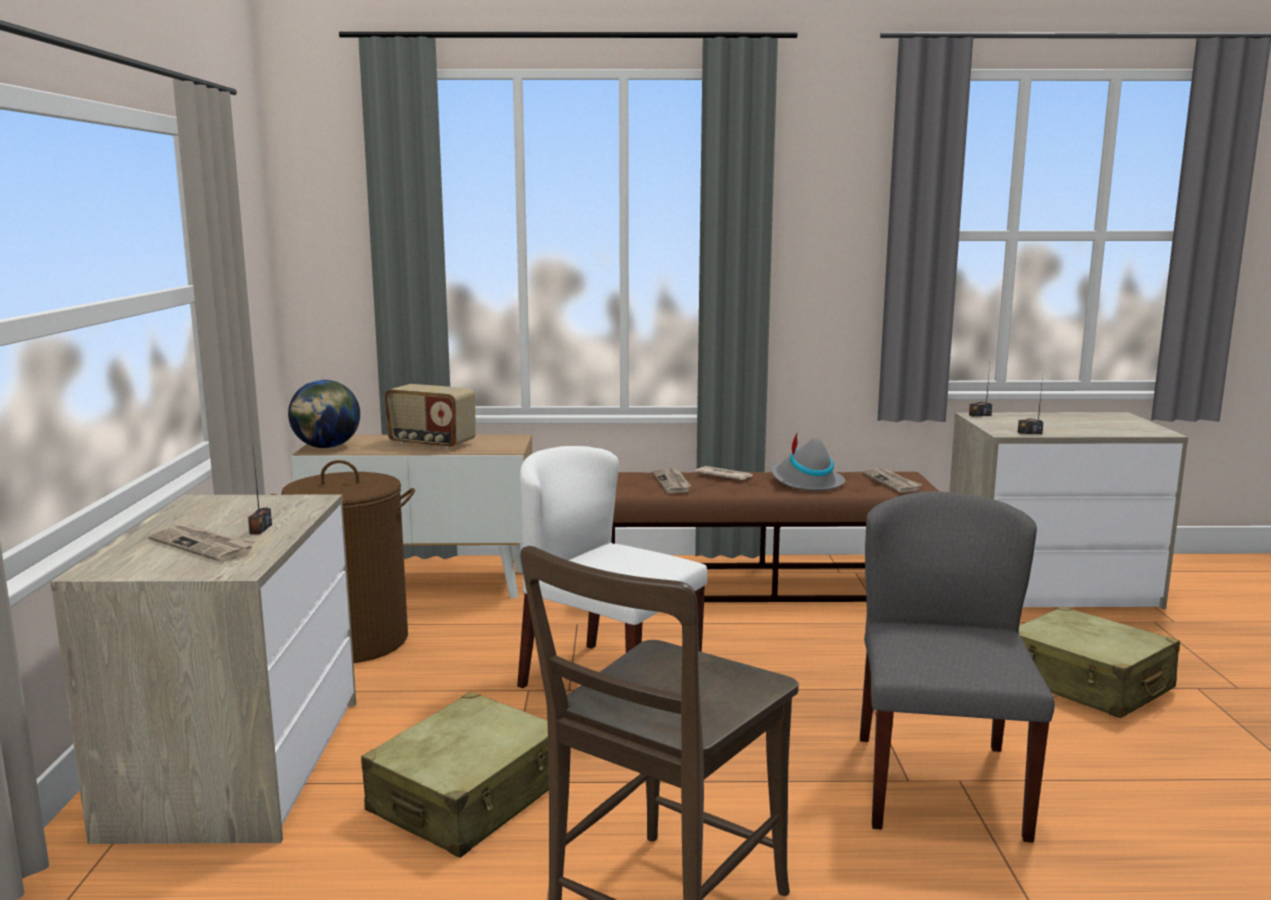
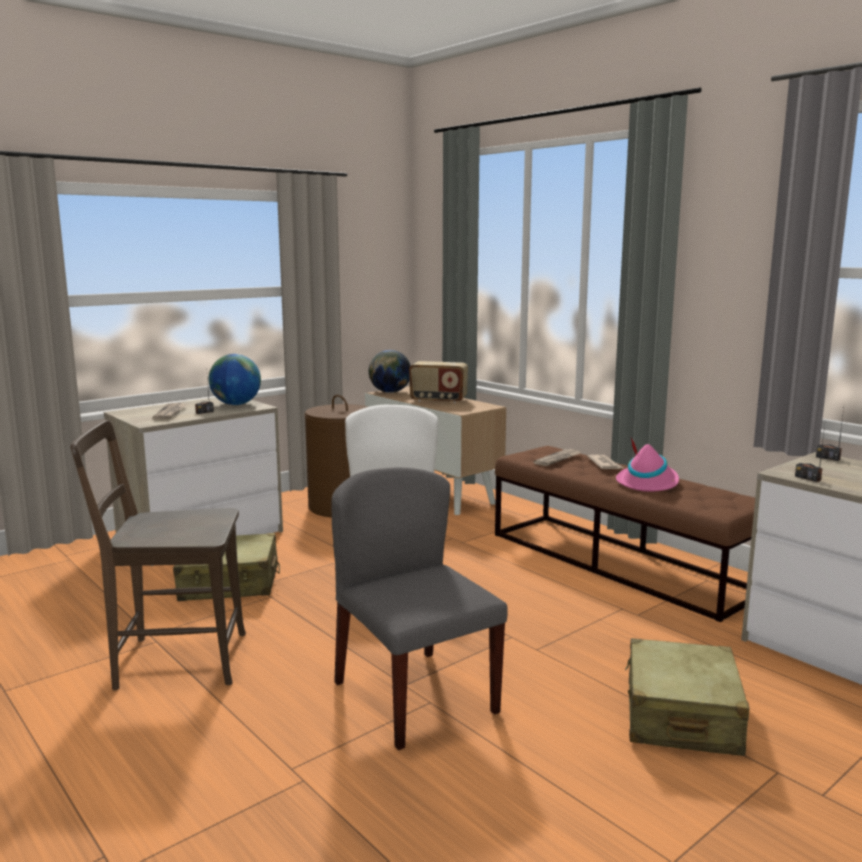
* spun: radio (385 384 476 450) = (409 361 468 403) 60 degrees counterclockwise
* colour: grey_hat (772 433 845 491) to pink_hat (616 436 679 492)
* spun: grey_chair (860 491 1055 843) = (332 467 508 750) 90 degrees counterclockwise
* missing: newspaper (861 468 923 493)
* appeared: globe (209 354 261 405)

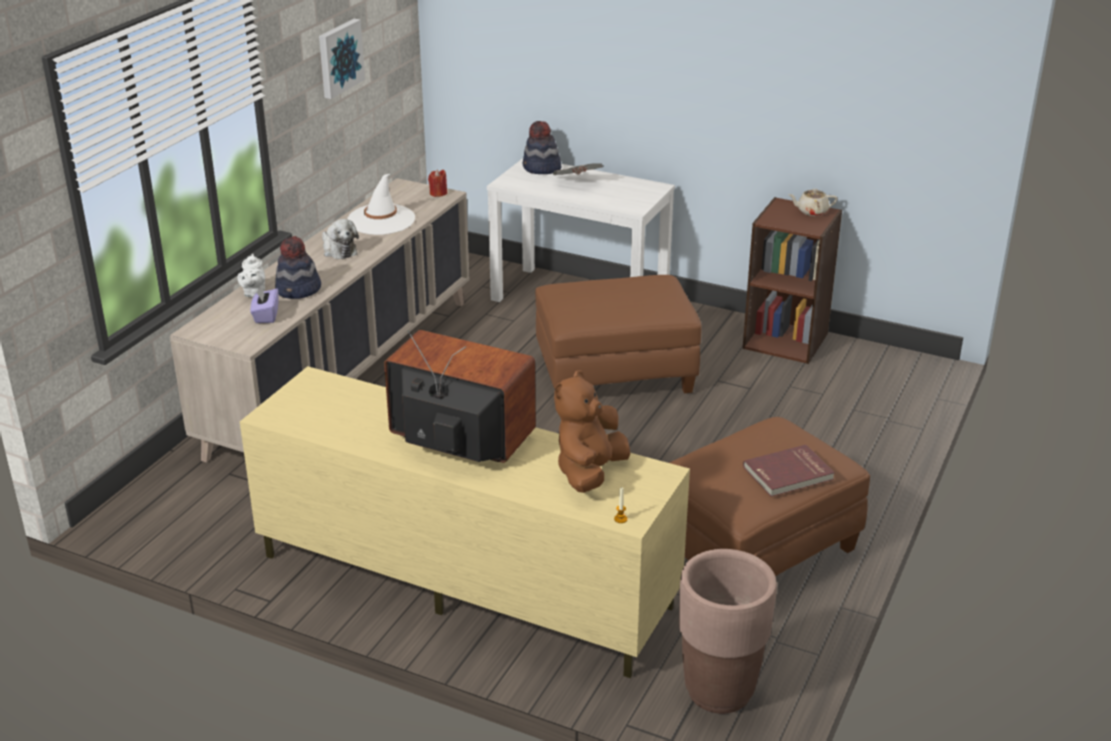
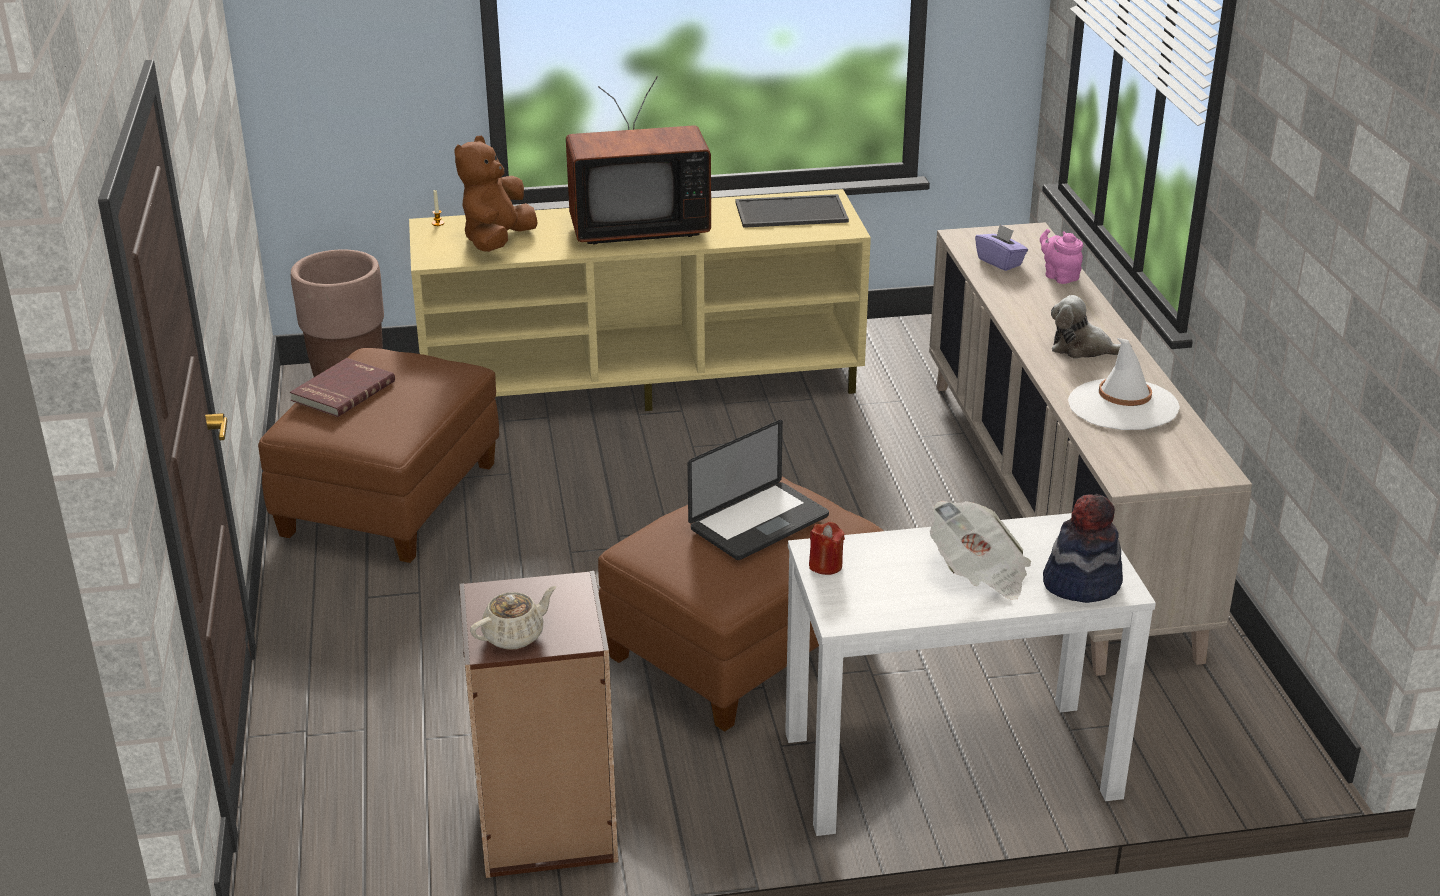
* colour: white_teapot (237 254 265 297) to pink_teapot (1040 229 1083 284)
* missing: hat (275 236 321 299)
* missing: picture (319 19 365 99)
* relocated: red_candle (428 169 447 197) to (809 522 845 575)
* spun: brown_plush_toy (554 370 631 493) = (455 136 537 252) 150 degrees counterclockwise
* appeared: laptop (687 420 829 560)
* appeared: tray (735 194 849 228)

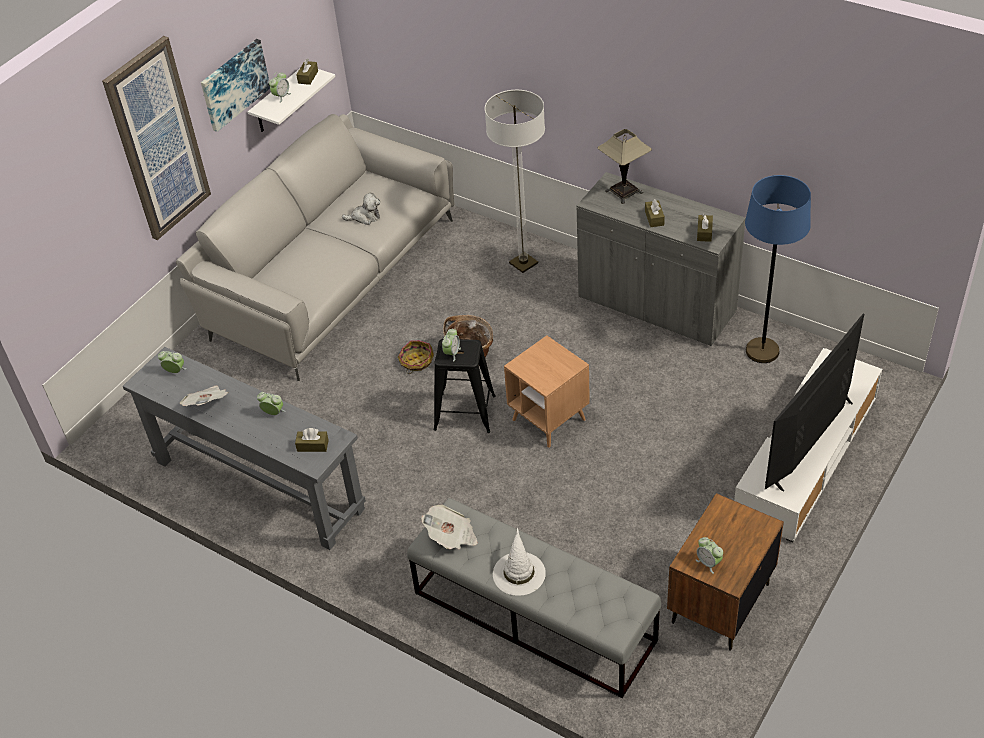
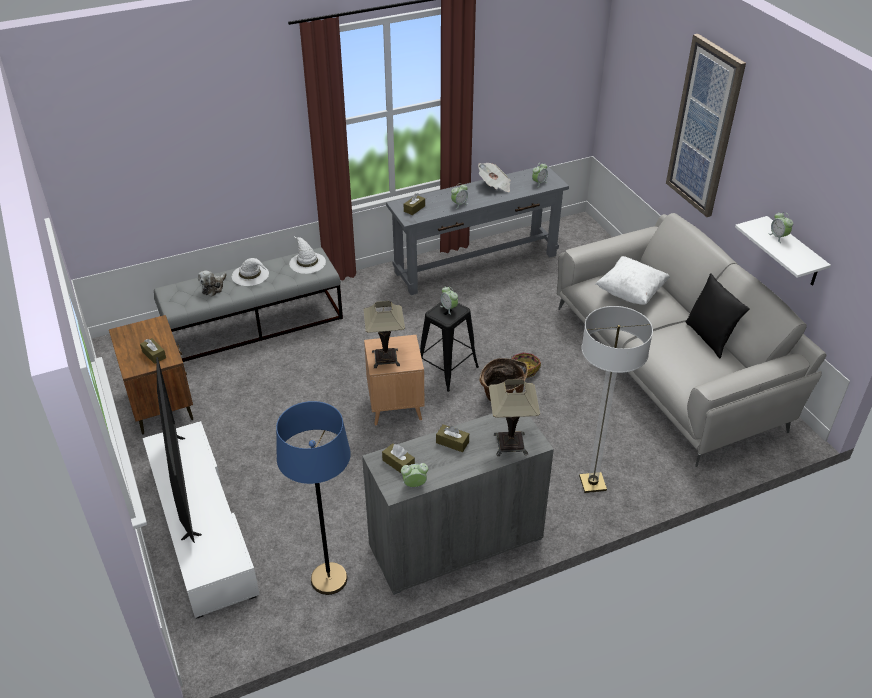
* missing: picture (201 39 270 132)
* relocated: brown_tissue_box (296 58 318 85) to (140 338 166 364)
* relocated: plush_toy (342 193 380 225) to (198 270 227 296)
* exchanged: newspaper (421 505 478 549) to white_hat (289 236 326 274)
* relocated: alarm_clock (696 537 723 574) to (401 463 428 487)
* appeared: table_lamp (363 301 405 368)
* appeared: white_pillow (595 256 670 305)
* appeared: black_pillow (686 273 750 358)

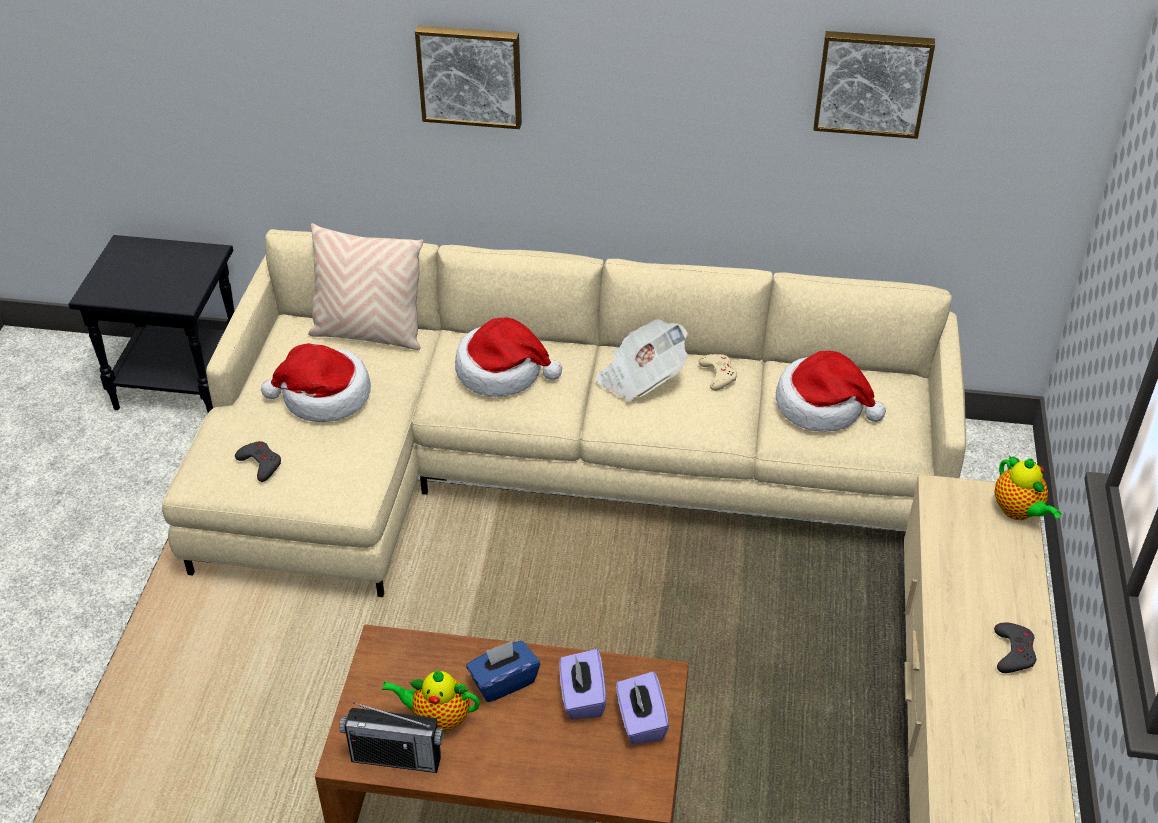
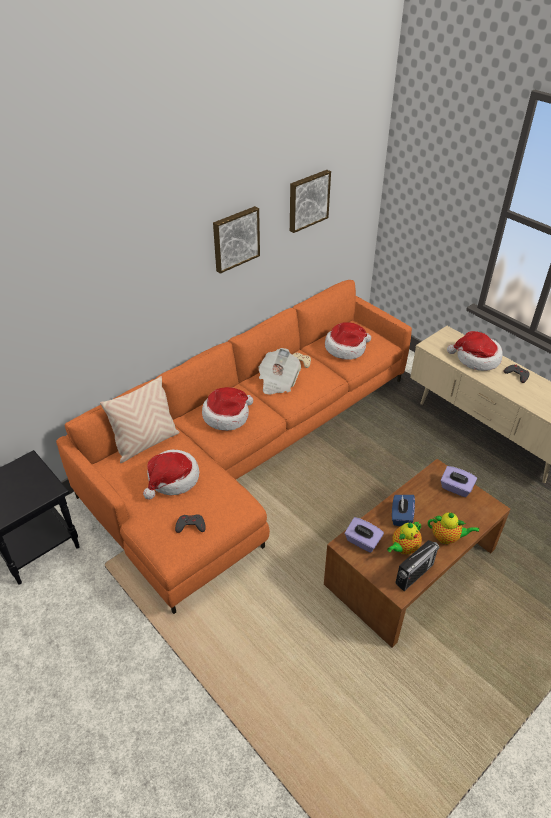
* colour: beige_sofa (162 229 966 597) to orange_sofa (56 280 412 614)
* relocated: picture (415 26 522 129) to (213 206 260 274)
* relocated: purple_tissue_box (559 649 606 719) to (345 517 384 553)
* relocated: teapot (995 455 1061 520) to (428 512 479 544)
* appeared: hat (447 331 503 371)

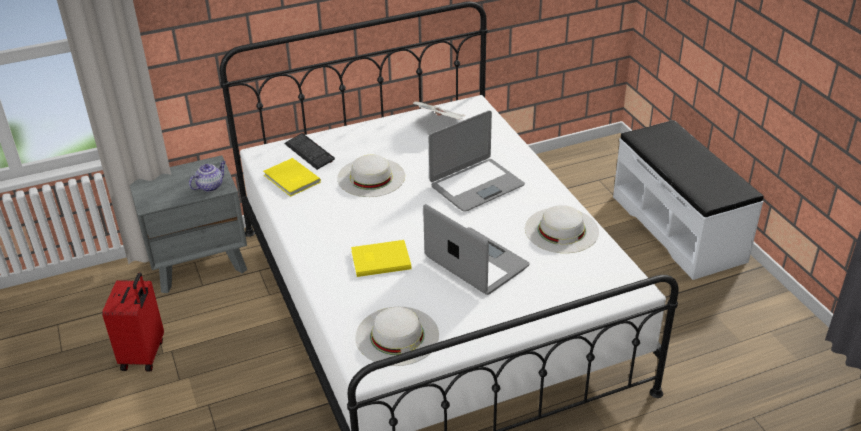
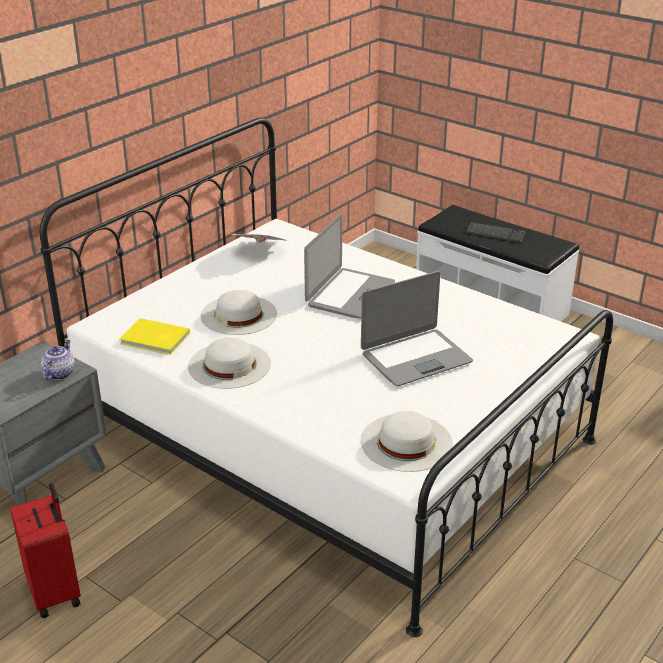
* relocated: keyboard (284 133 335 170) to (465 221 527 244)
* missing: yellow_book (351 240 412 277)
* spun: laptop (423 204 530 295) = (361 271 473 386) 135 degrees clockwise
* relocated: white_hat (525 205 599 253) to (188 338 271 389)

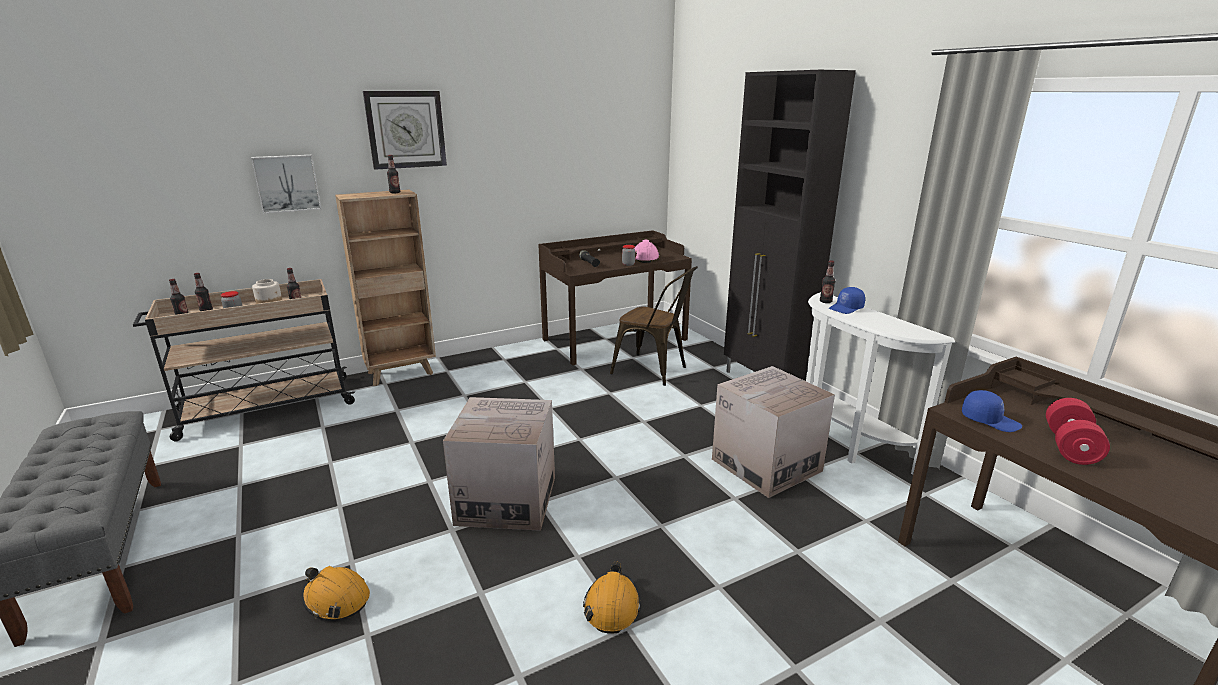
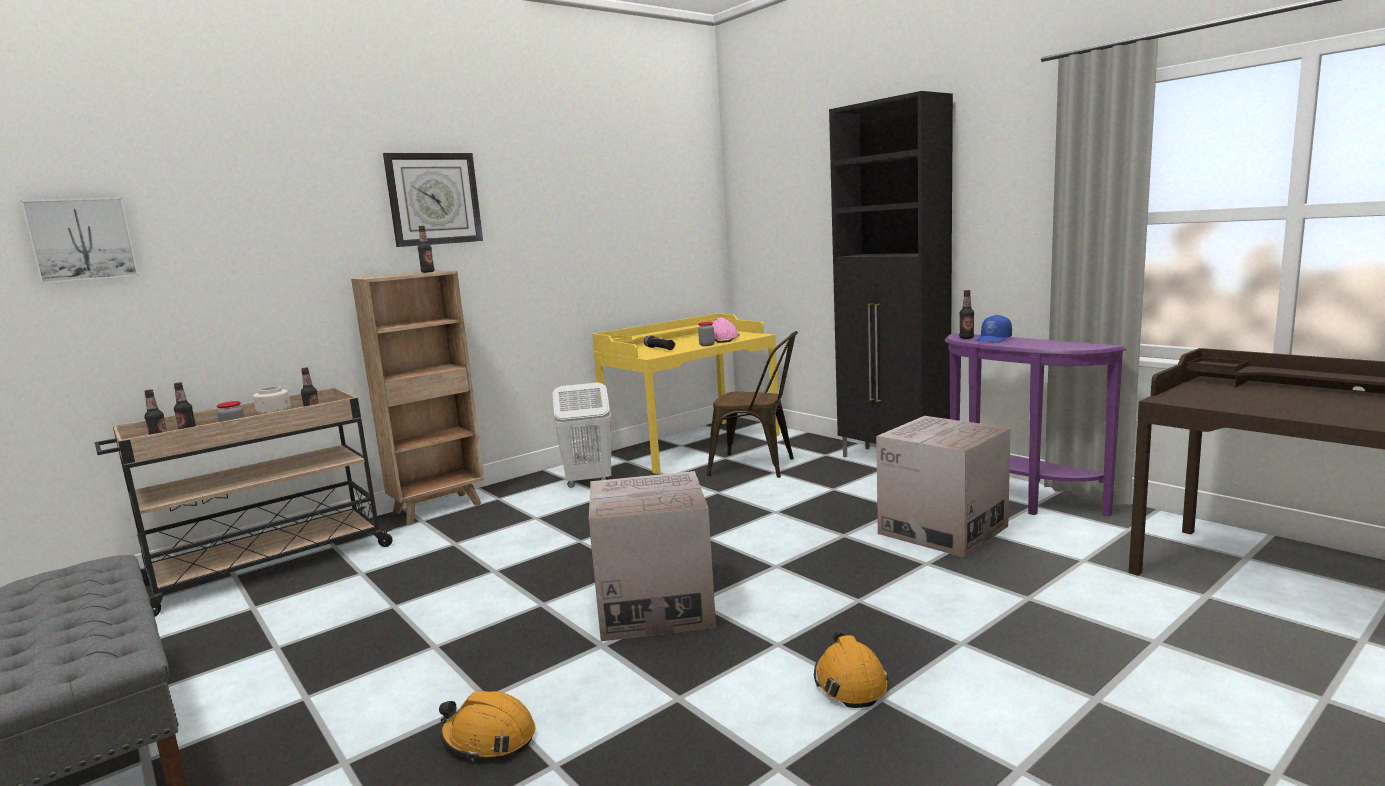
* relocated: picture (251 155 321 214) to (21 198 139 284)
* colour: brown_desk (538 230 692 365) to yellow_desk (592 313 780 474)
* colour: white_console_table (806 292 955 475) to purple_console_table (945 333 1127 516)
* missing: blue_cap (962 390 1022 432)
* missing: red_dumbbell (1046 398 1110 465)
* appeared: white_laundry_basket (552 382 612 488)

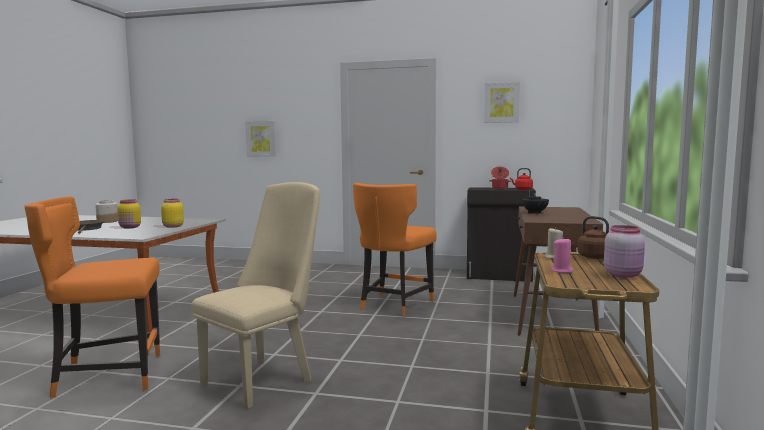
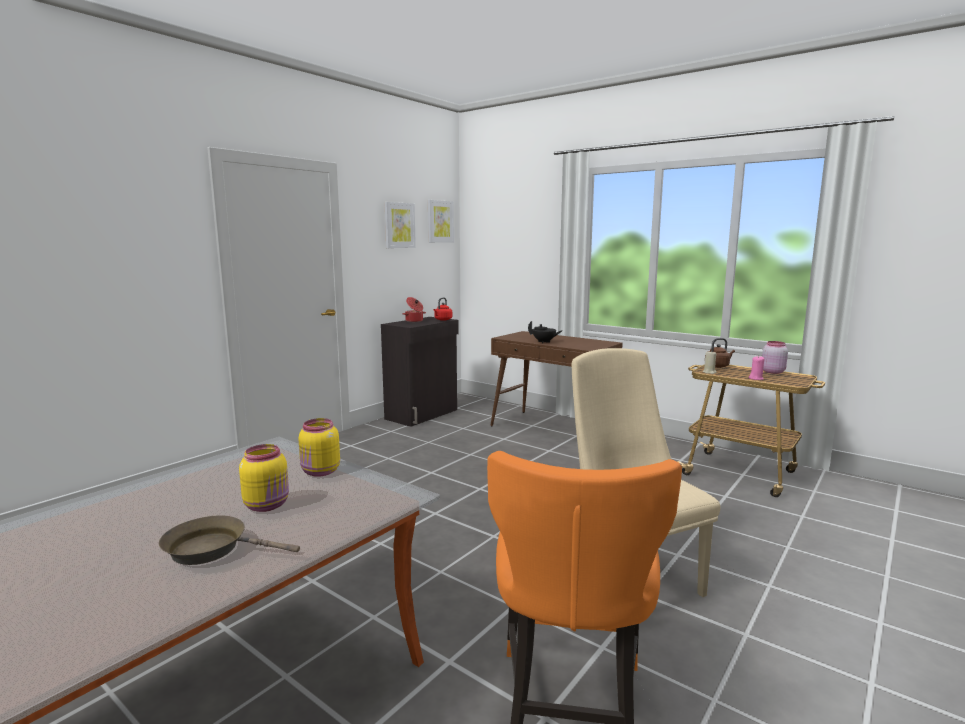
* missing: jar (95 200 118 223)
* relocated: picture (245 121 276 157) to (428 200 454 243)
* missing: orange_chair (353 183 437 317)

